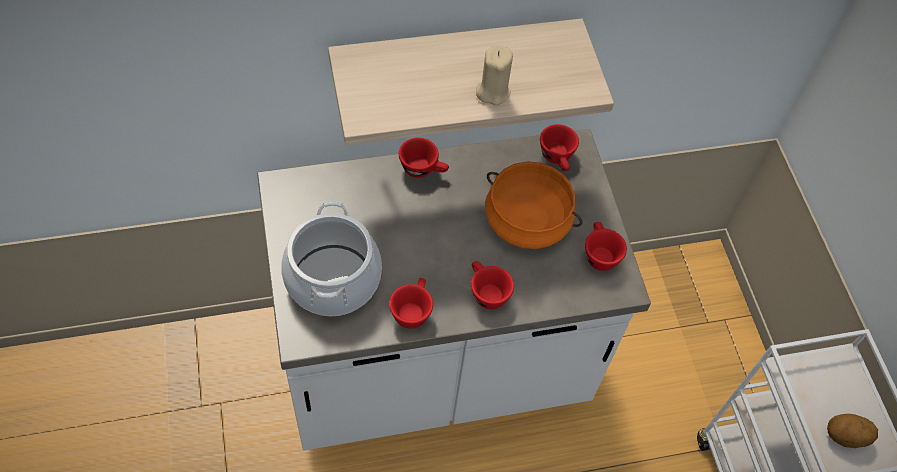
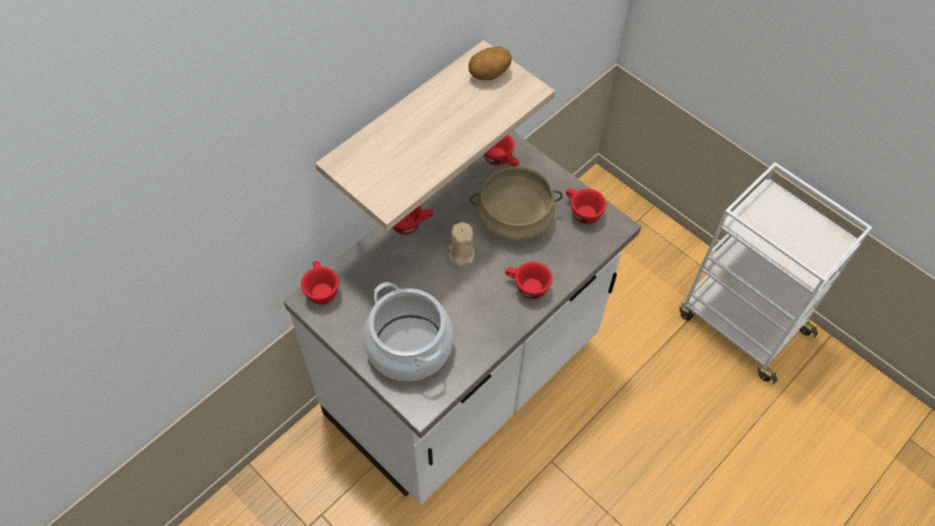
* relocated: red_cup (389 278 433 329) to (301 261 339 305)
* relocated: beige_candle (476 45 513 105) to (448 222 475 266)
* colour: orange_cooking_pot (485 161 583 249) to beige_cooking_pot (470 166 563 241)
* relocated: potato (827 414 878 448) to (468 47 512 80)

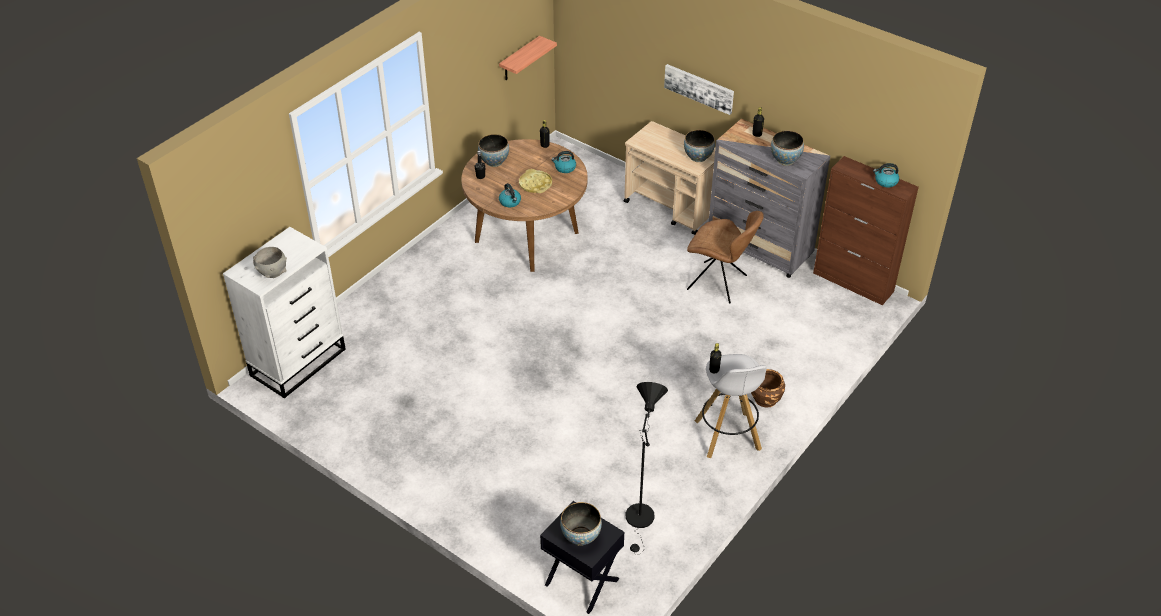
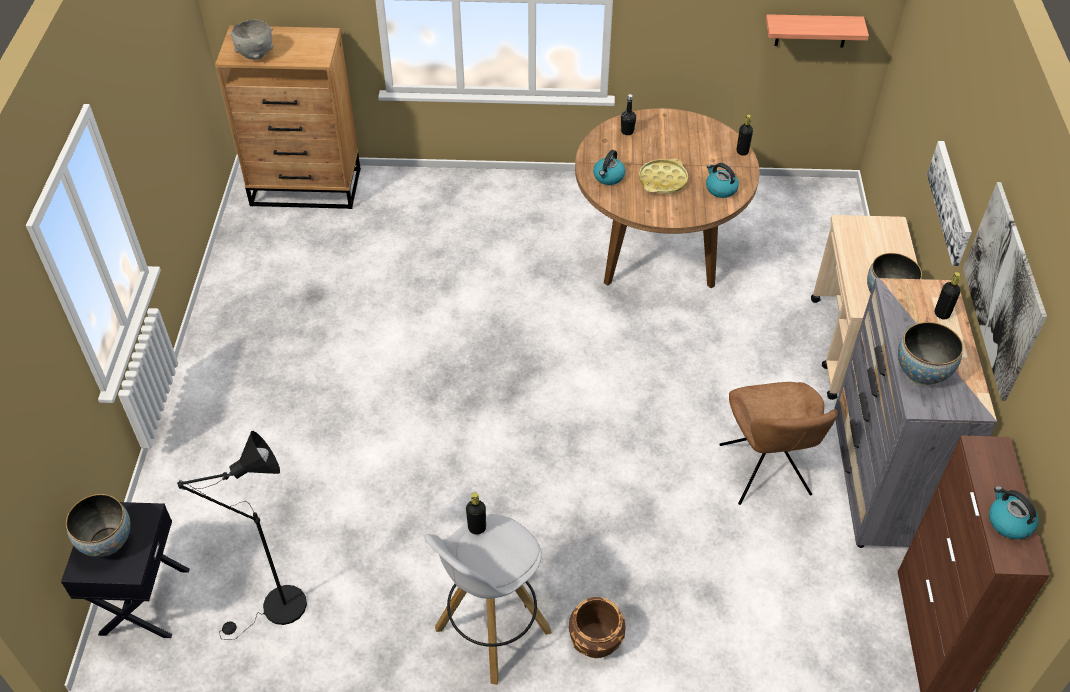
* colour: white_dresser (223 227 346 398) to brown_dresser (215 26 361 209)
* missing: bowl (478 134 509 167)
* appeared: picture (963 182 1047 401)

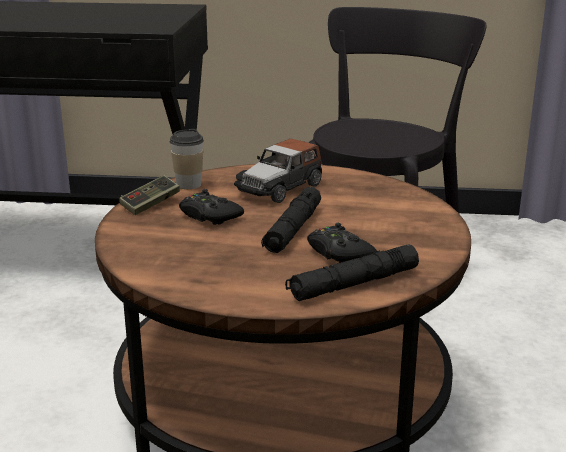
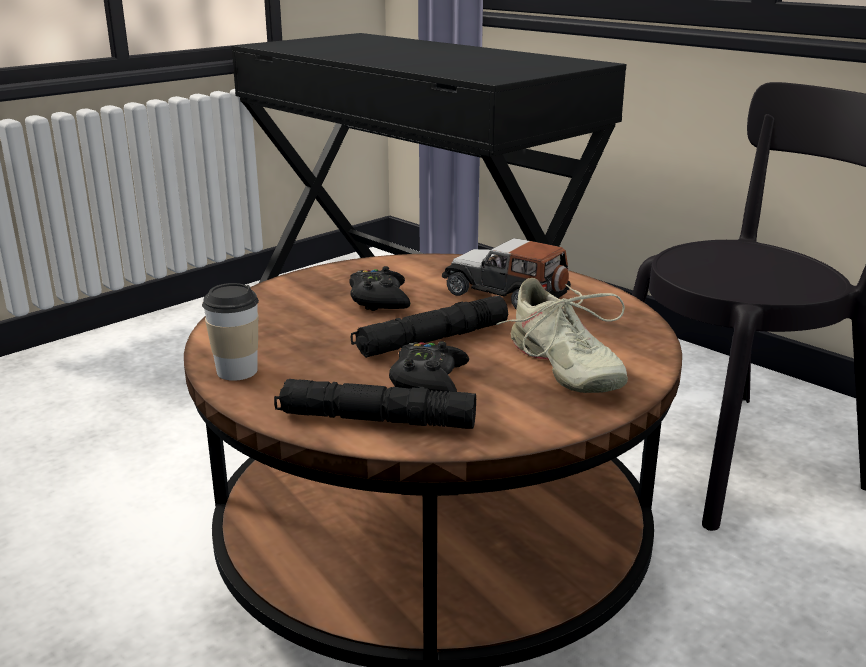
* missing: game_controller (119 175 180 215)
* relocated: cup (170 129 204 189) to (202 283 259 381)
* spun: toy_car (234 139 322 203) = (442 238 571 309) 45 degrees clockwise
* appeared: beige_shoe (496 278 628 393)

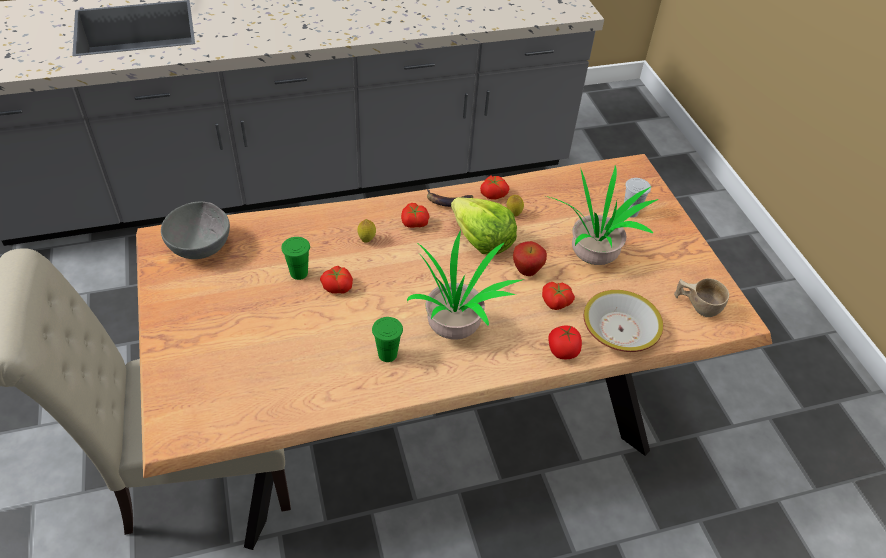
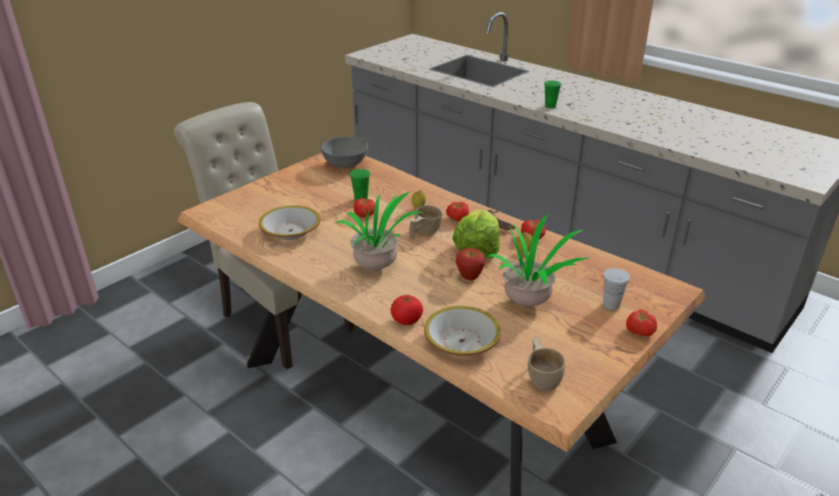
* relocated: green_cup (372 317 403 362) to (544 80 562 108)
* relocated: tomato (542 282 575 310) to (626 309 657 336)
* appeared: bowl (259 205 320 240)
* appeared: beige_cup (409 205 442 238)

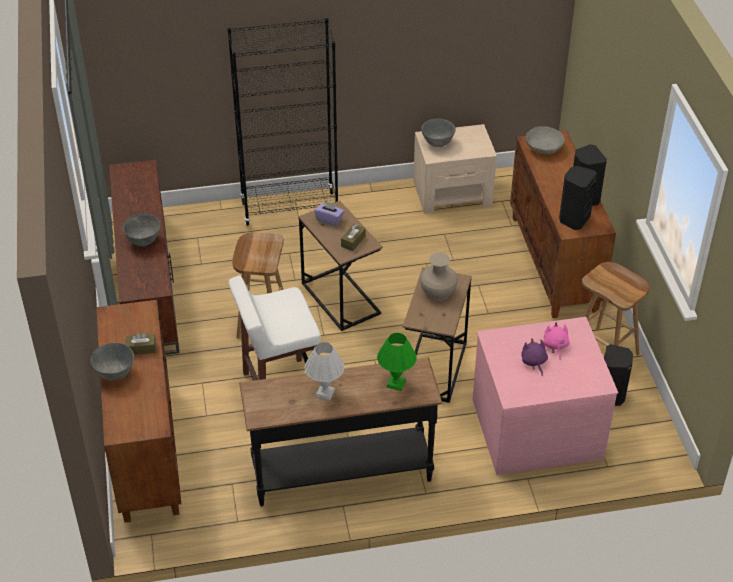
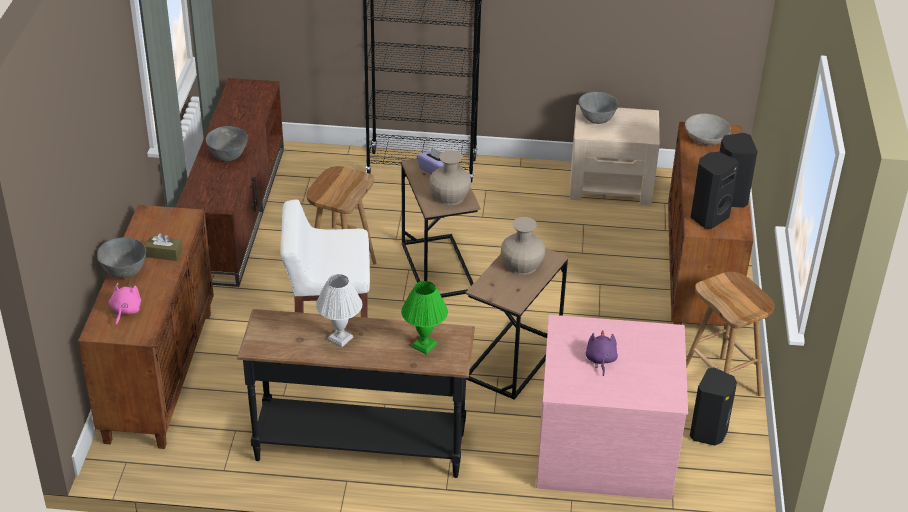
* exchanged: brown_tissue_box (341 224 366 251) to beige_vase (429 150 471 205)
* relocated: pink_plush_toy (543 322 570 359) to (109 281 141 326)

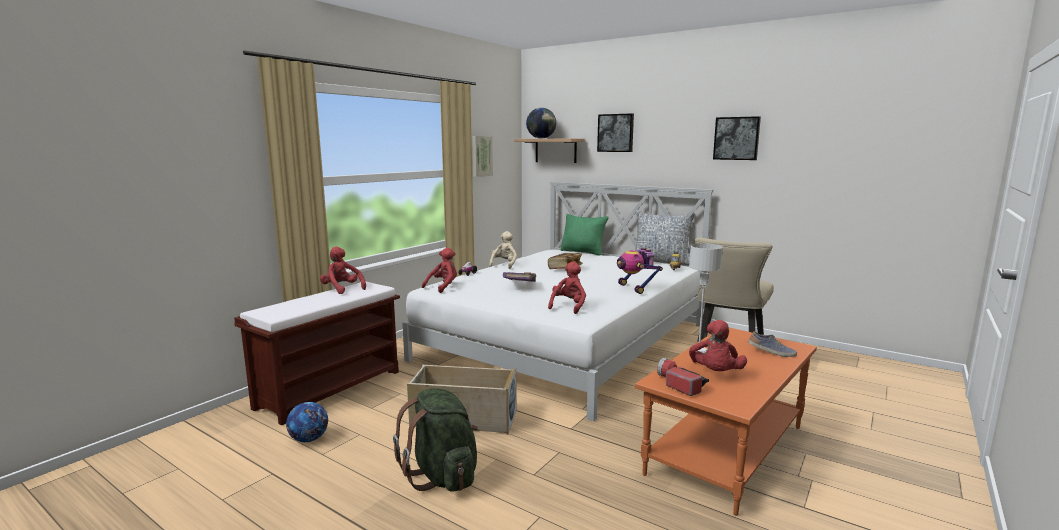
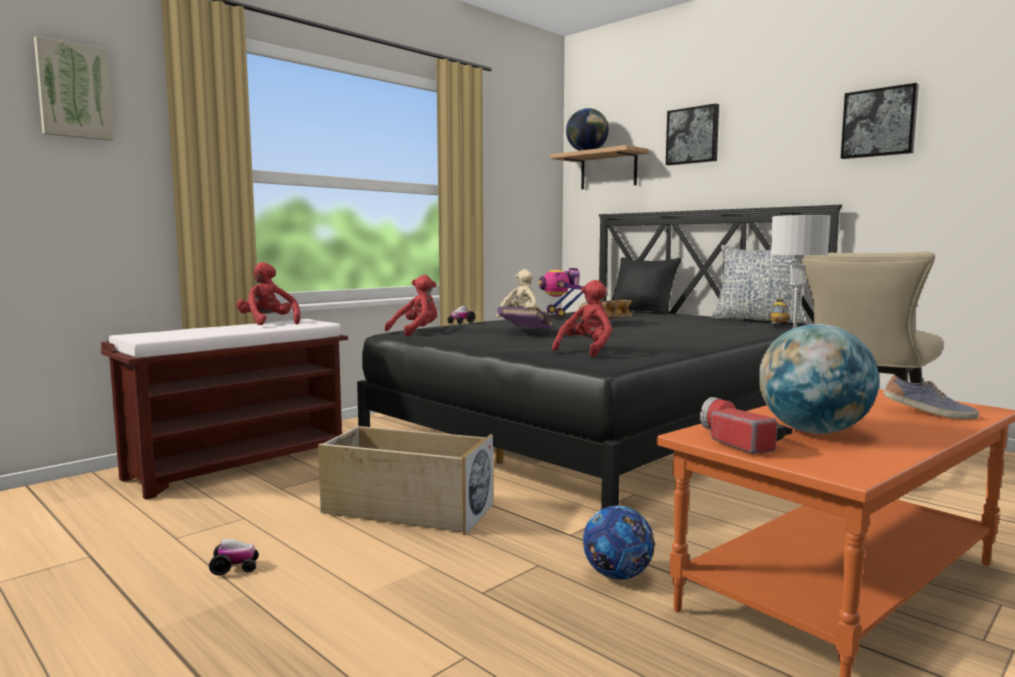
* relocated: football (286 402 328 442) to (583 506 654 580)
* missing: green_backpack (393 388 478 492)
* colour: white_bed (402 182 714 421) to black_bed (357 204 842 509)
* relocated: picture (472 136 493 177) to (34 36 114 141)
* colour: green_pillow (561 214 609 255) to black_pillow (613 257 682 314)
* relocated: toy_robot (617 248 663 294) to (539 268 583 317)
* exchanged: red_plush_toy (689 320 747 371) to globe (759 324 879 434)
* appeared: toy_car (209 539 259 575)

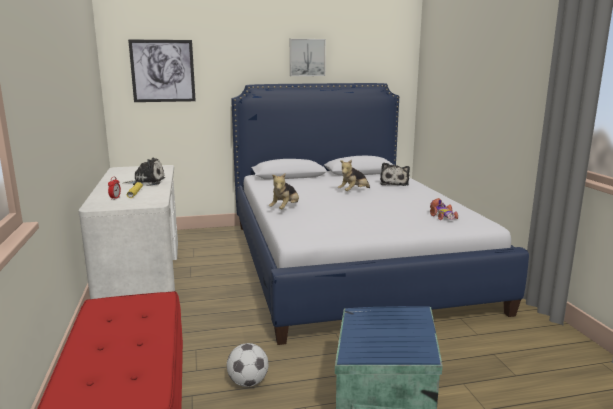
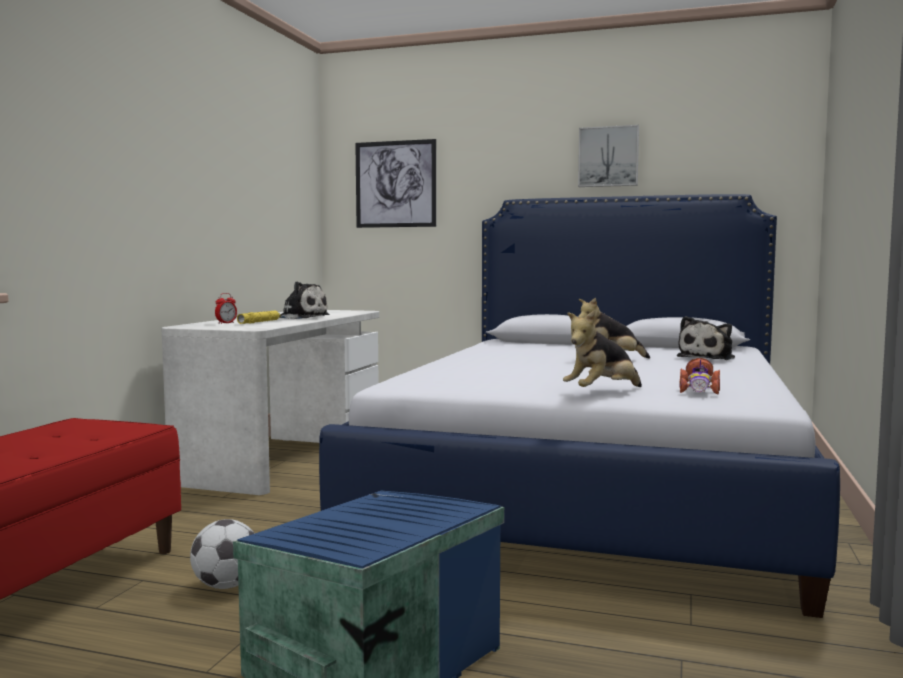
* relocated: plush_toy (269 173 299 209) to (563 311 642 387)

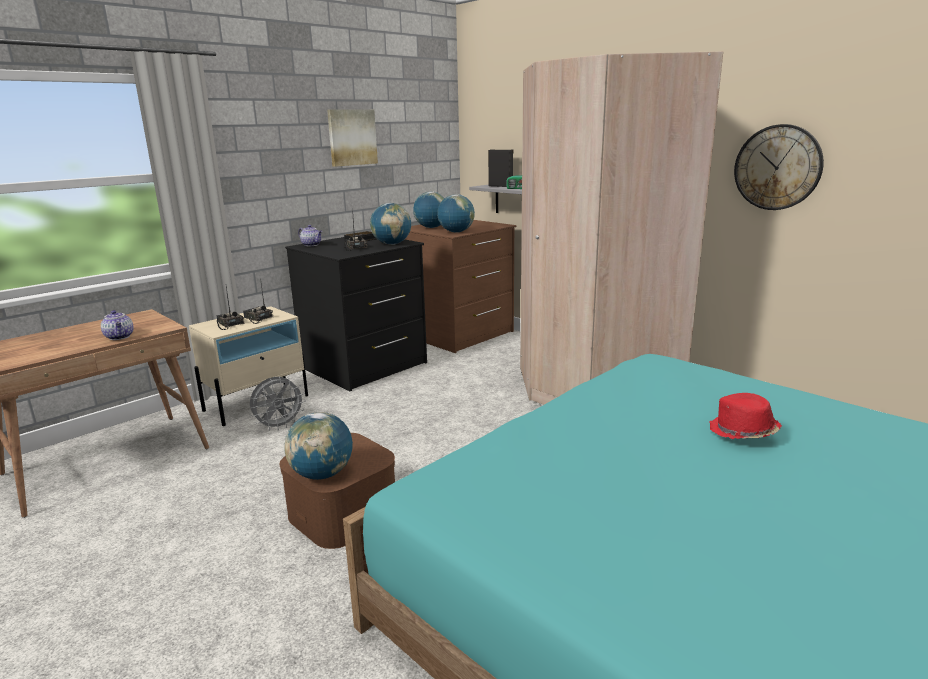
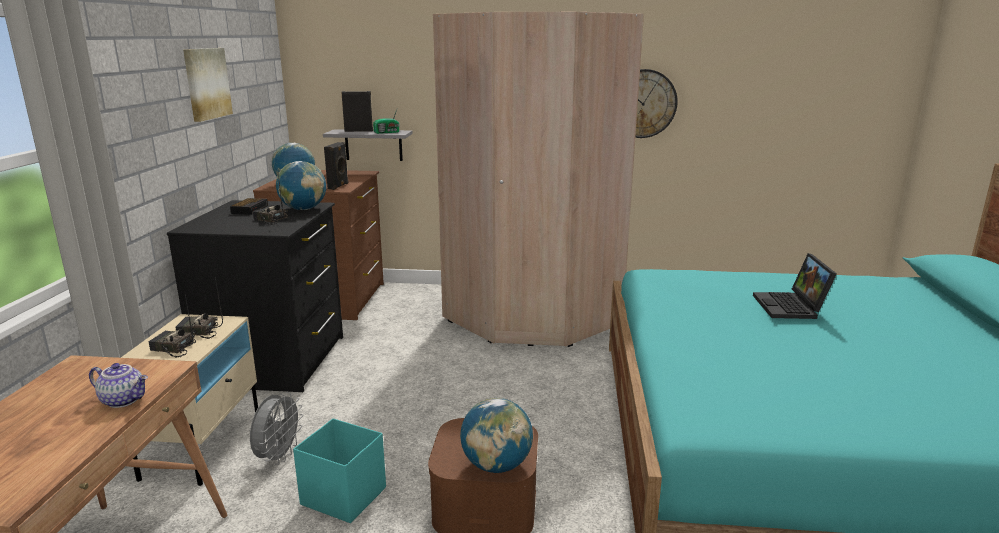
* missing: teapot (298 225 322 246)
* exchanged: globe (437 194 475 233) to black_speaker (324 142 348 190)
* exchanged: red_hat (709 393 782 439) to laptop (753 253 837 319)
* appeared: turquoise_storage_box (293 418 386 523)

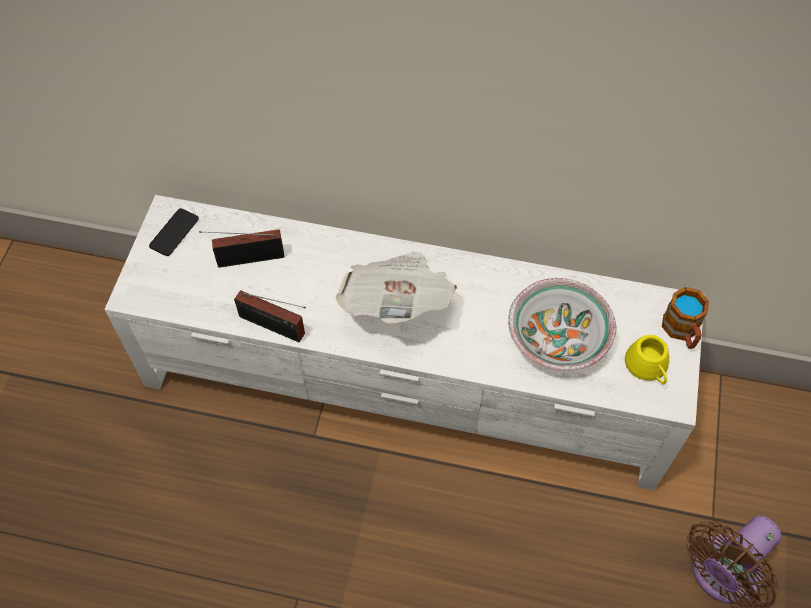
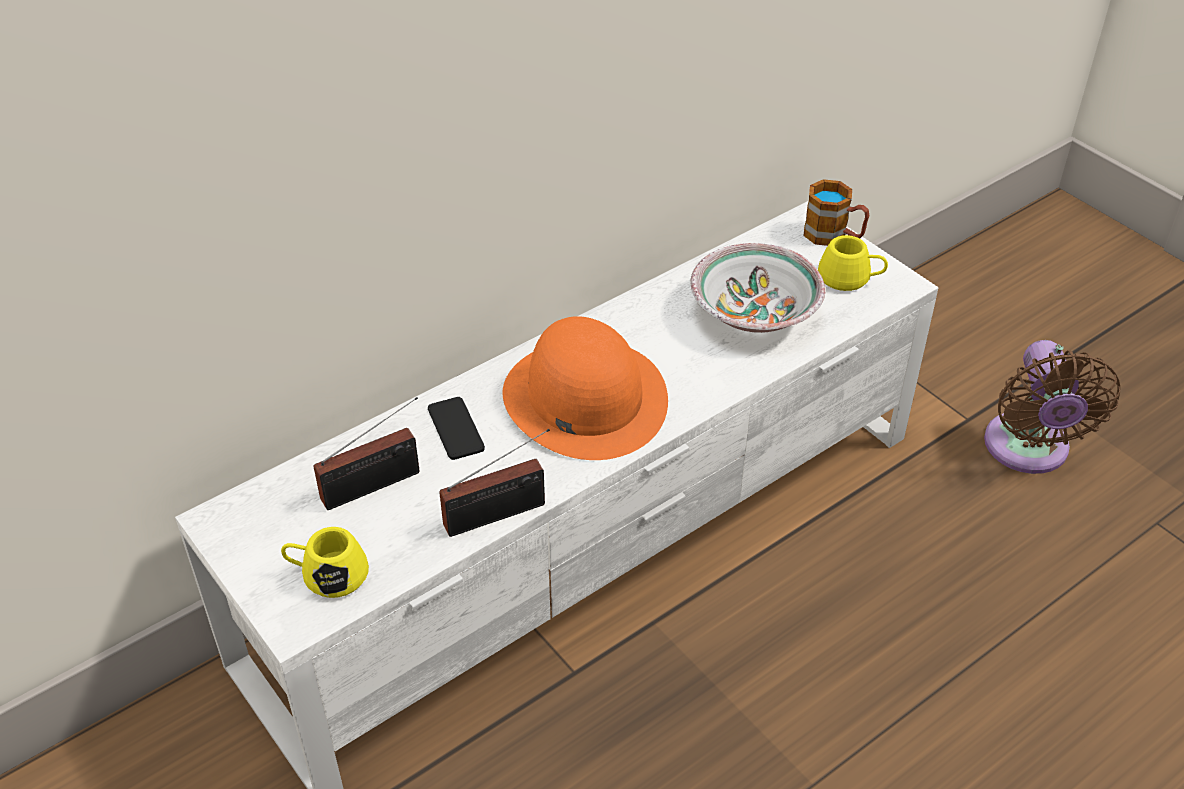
* relocated: phone (149 208 199 256) to (428 397 485 460)
* spun: radio (199 229 285 268) = (314 397 420 510) 150 degrees counterclockwise
* exchanged: newspaper (335 252 457 324) to orange_hat (502 316 668 460)
* appeared: yellow_mug (281 527 369 598)

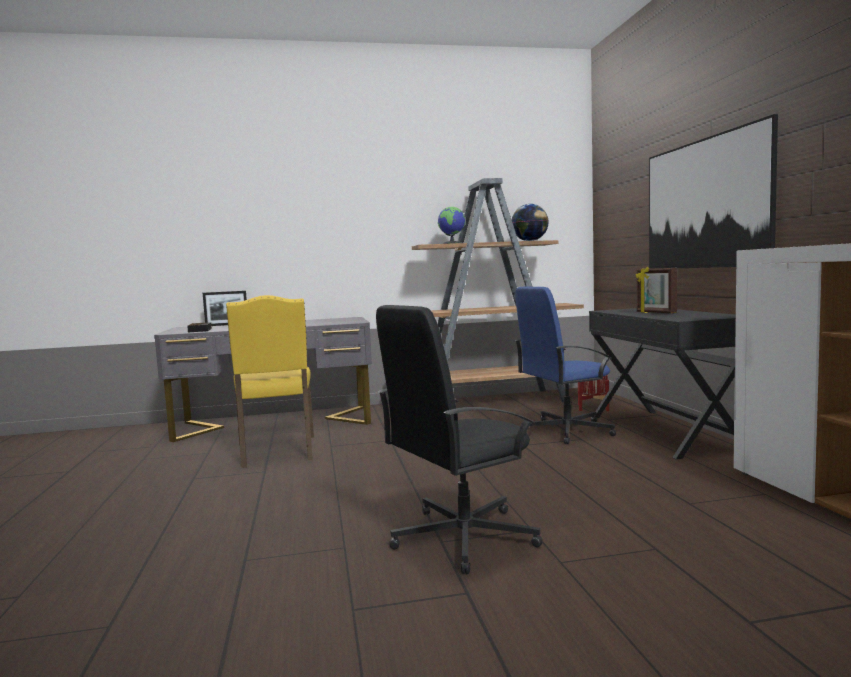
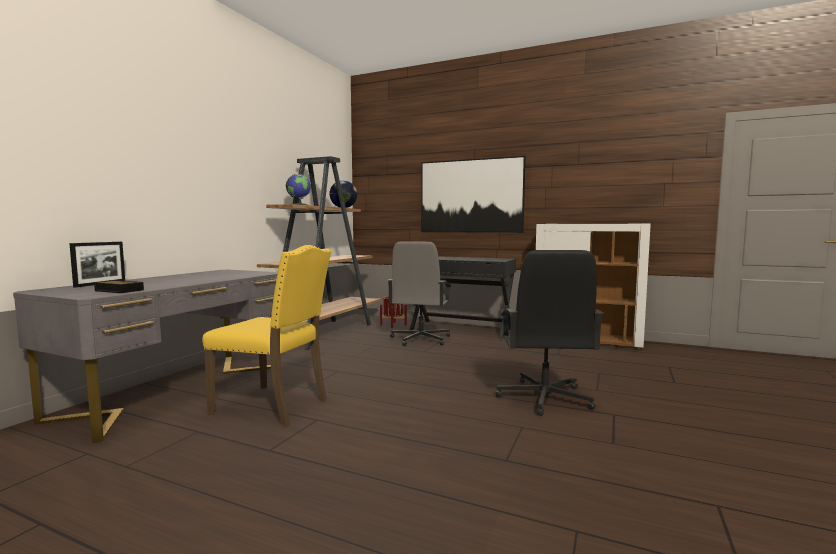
* colour: blue_office_chair (515 287 616 444) to grey_office_chair (388 241 451 346)
* missing: picture_frame (636 267 677 313)

